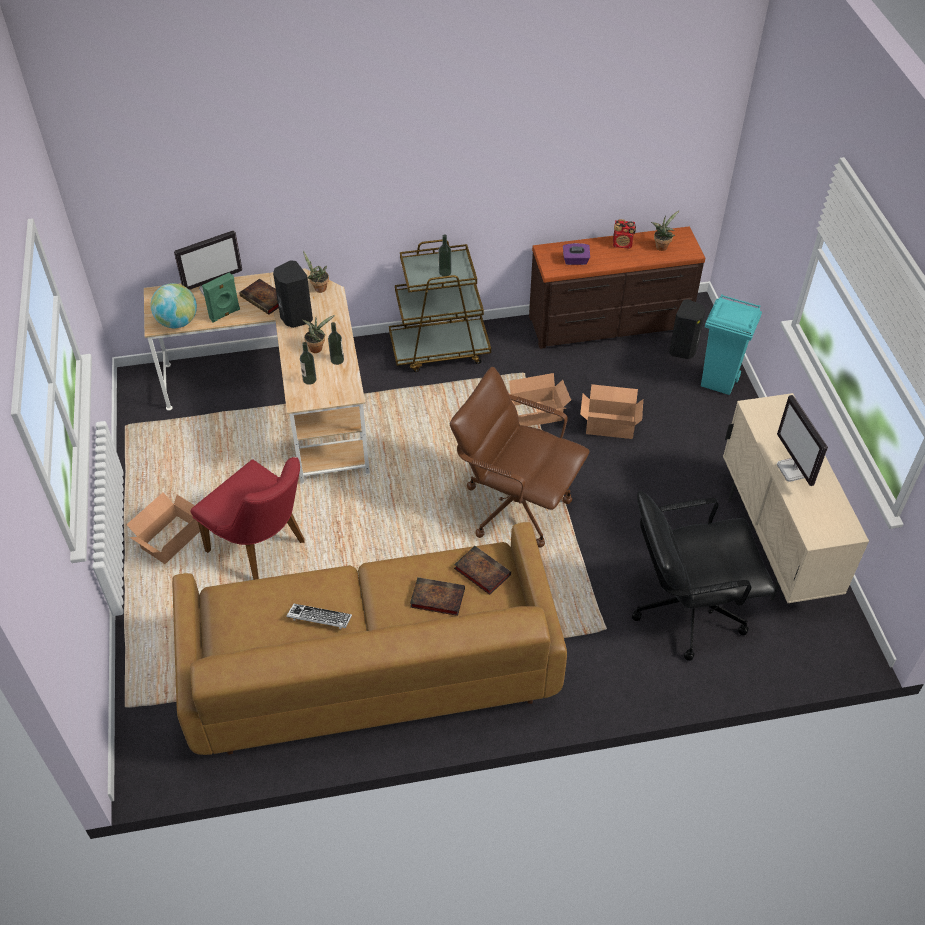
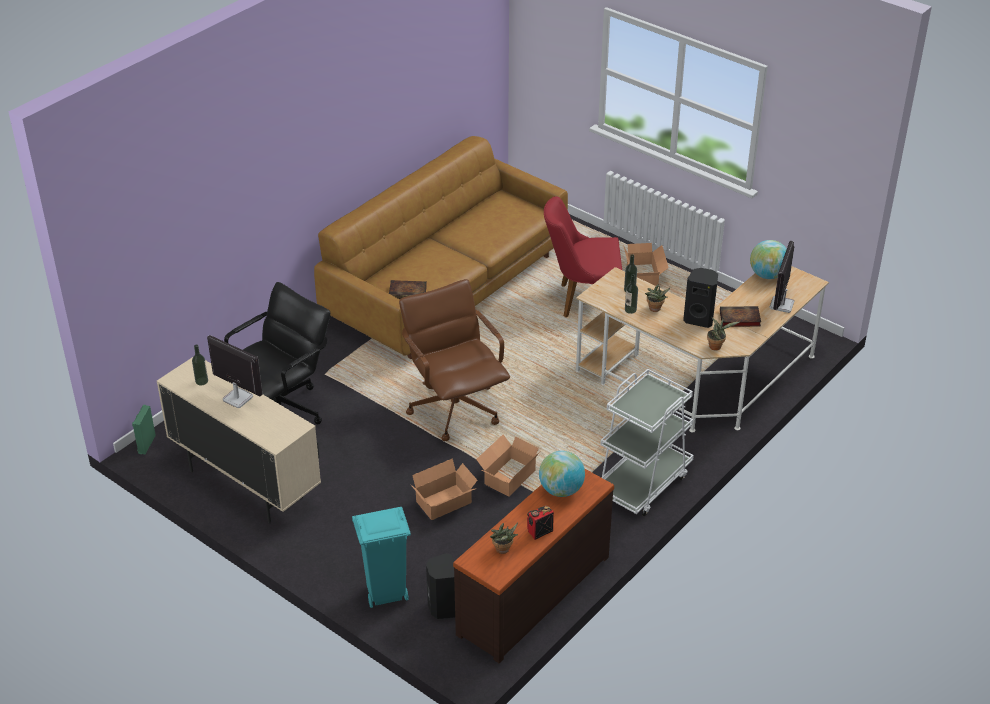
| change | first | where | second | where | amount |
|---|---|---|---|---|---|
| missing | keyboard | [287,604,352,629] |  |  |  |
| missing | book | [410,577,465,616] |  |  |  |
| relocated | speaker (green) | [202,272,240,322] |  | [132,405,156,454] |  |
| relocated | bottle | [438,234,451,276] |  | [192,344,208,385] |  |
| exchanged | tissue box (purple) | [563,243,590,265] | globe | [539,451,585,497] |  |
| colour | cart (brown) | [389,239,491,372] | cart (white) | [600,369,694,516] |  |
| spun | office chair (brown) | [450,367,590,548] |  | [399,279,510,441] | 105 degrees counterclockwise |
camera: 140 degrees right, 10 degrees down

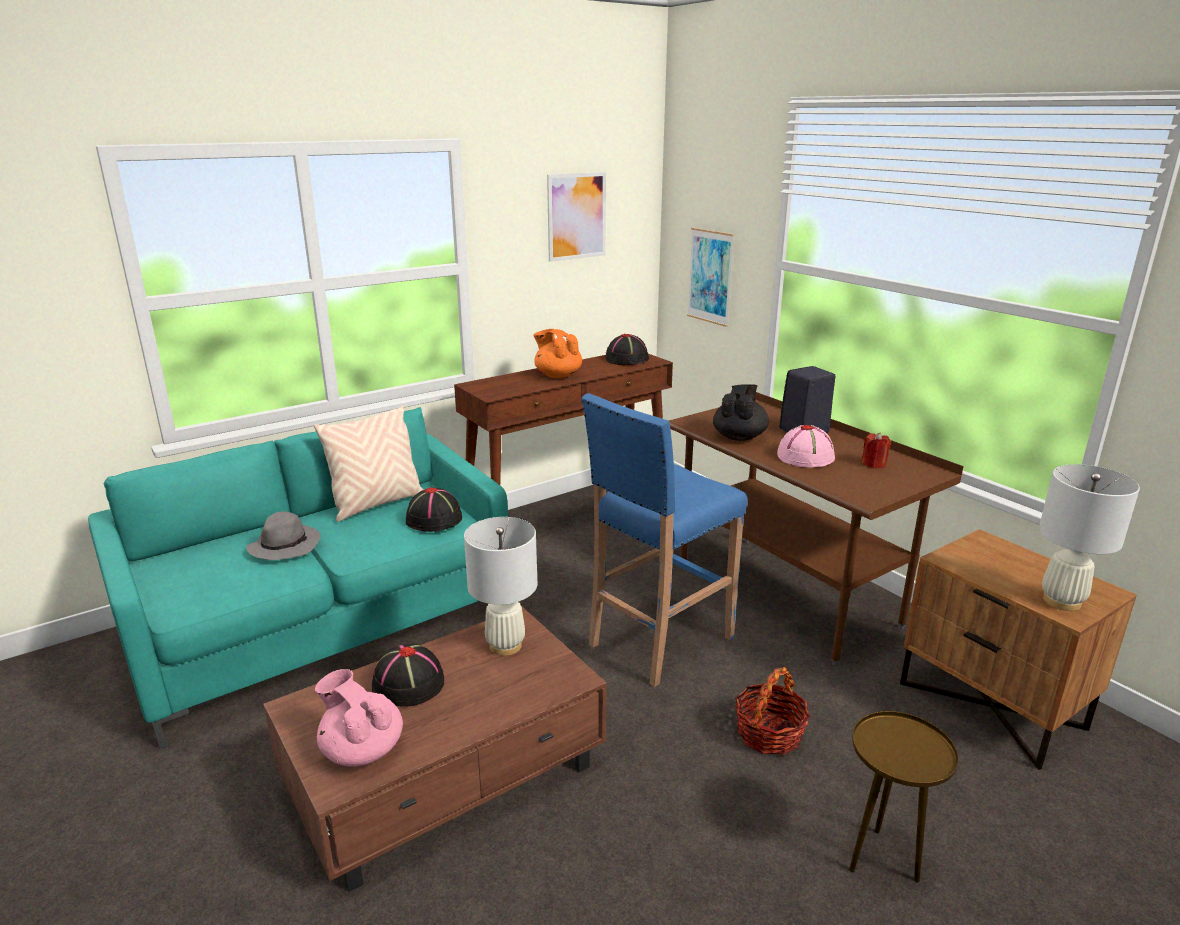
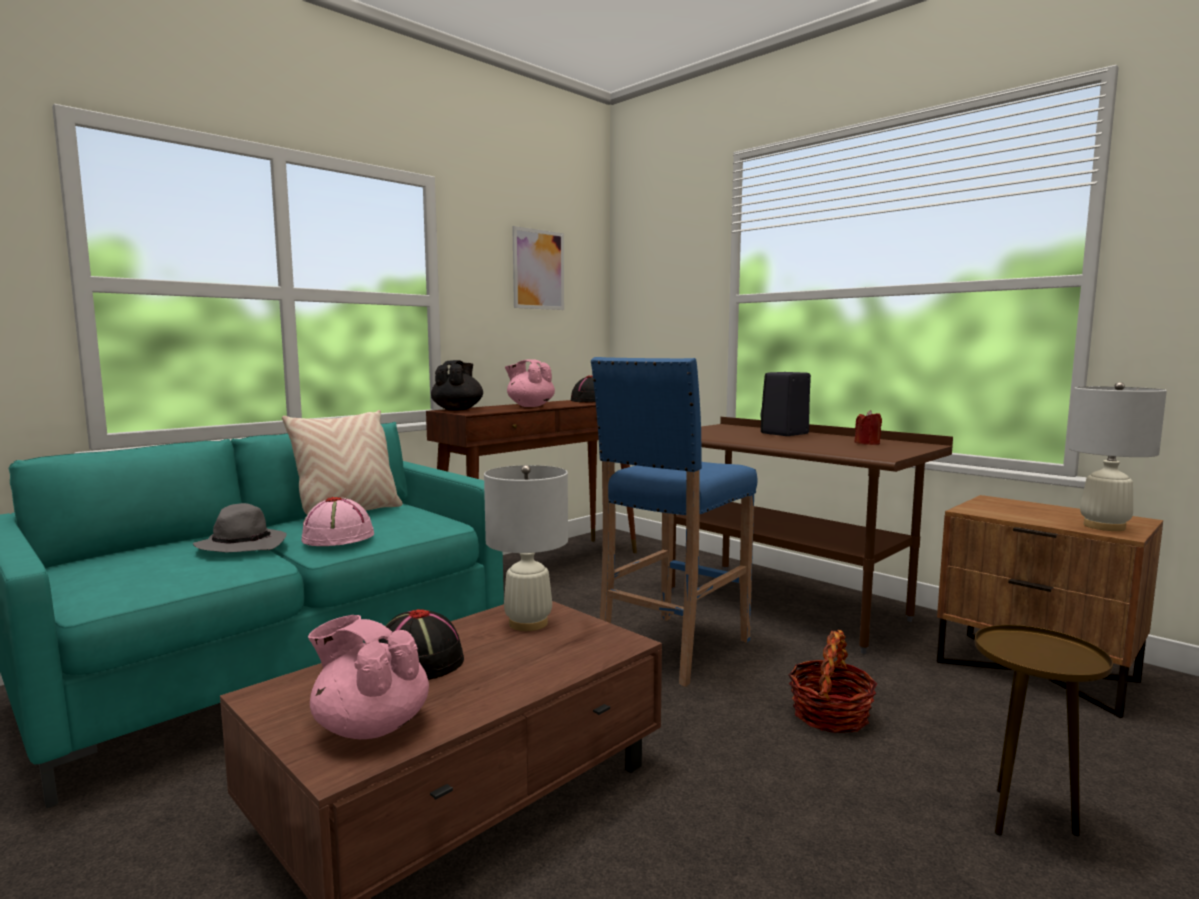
| change | first | where | second | where | amount |
|---|---|---|---|---|---|
| missing | hat (black) | [406,487,462,532] |  |  |  |
| missing | picture | [687,228,734,327] |  |  |  |
| relocated | teapot (black) | [713,384,769,441] |  | [431,360,483,411] |  |
| relocated | hat (pink) | [777,425,835,468] |  | [301,497,374,546] |  |
| colour | teapot (orange) | [534,329,582,378] | teapot (pink) | [505,359,555,407] |  |
camera: 10 degrees left, 15 degrees down

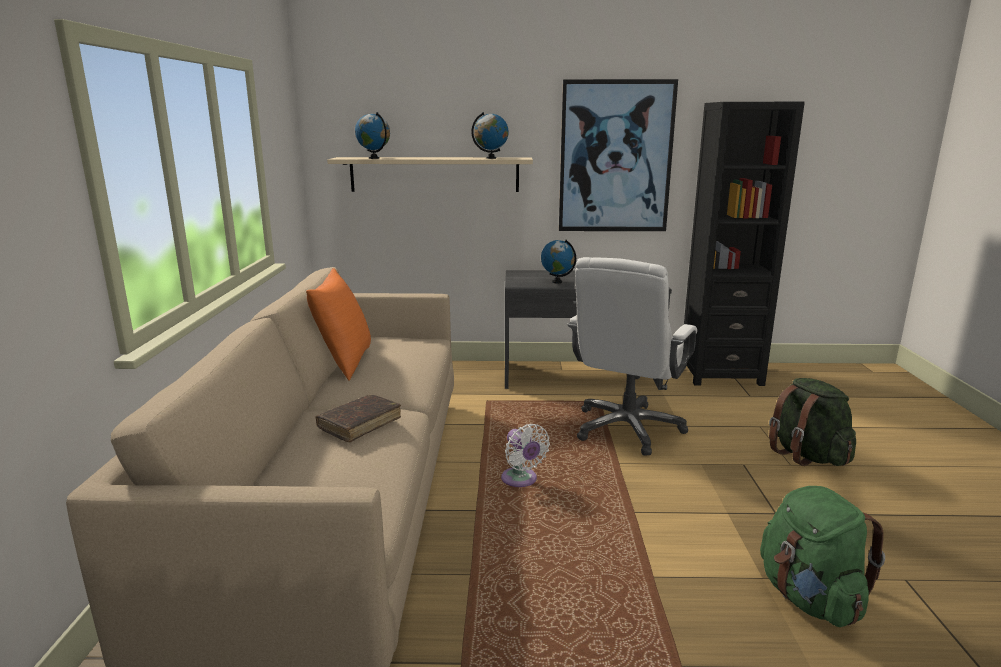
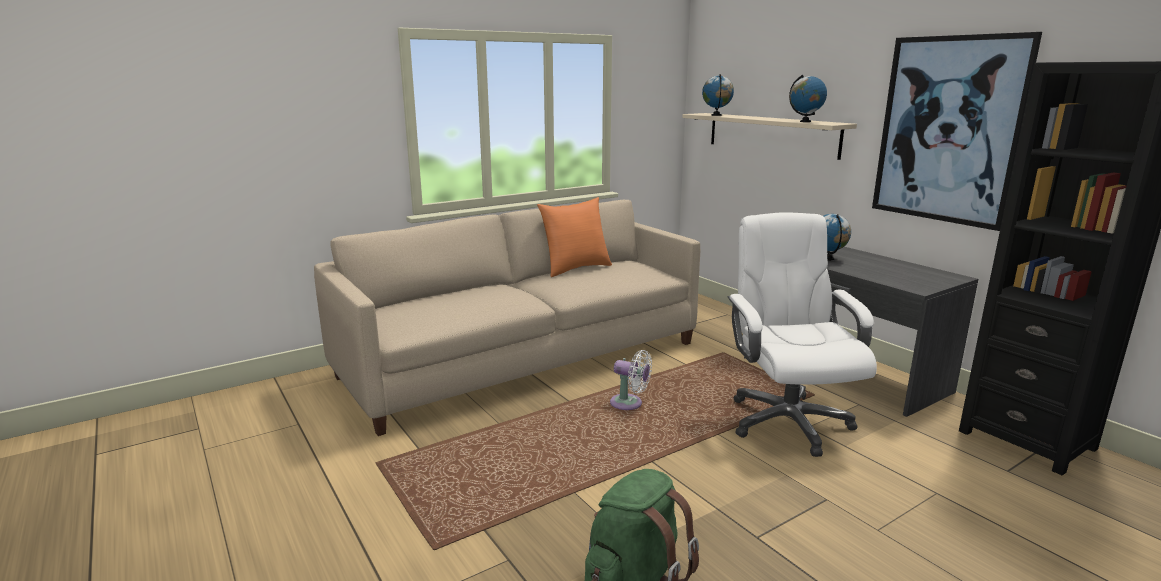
| change | first | where | second | where | amount |
|---|---|---|---|---|---|
| missing | book (brown) | [315,395,401,442] |  |  |  |
| missing | backpack (green) | [769,378,856,466] |  |  |  |
| spun | fan (white) | [501,424,550,487] |  | [610,350,652,410] | 90 degrees counterclockwise |
| spun | office chair (white) | [567,257,697,456] |  | [728,212,877,457] | 90 degrees clockwise |
camera: 55 degrees right, 0 degrees up

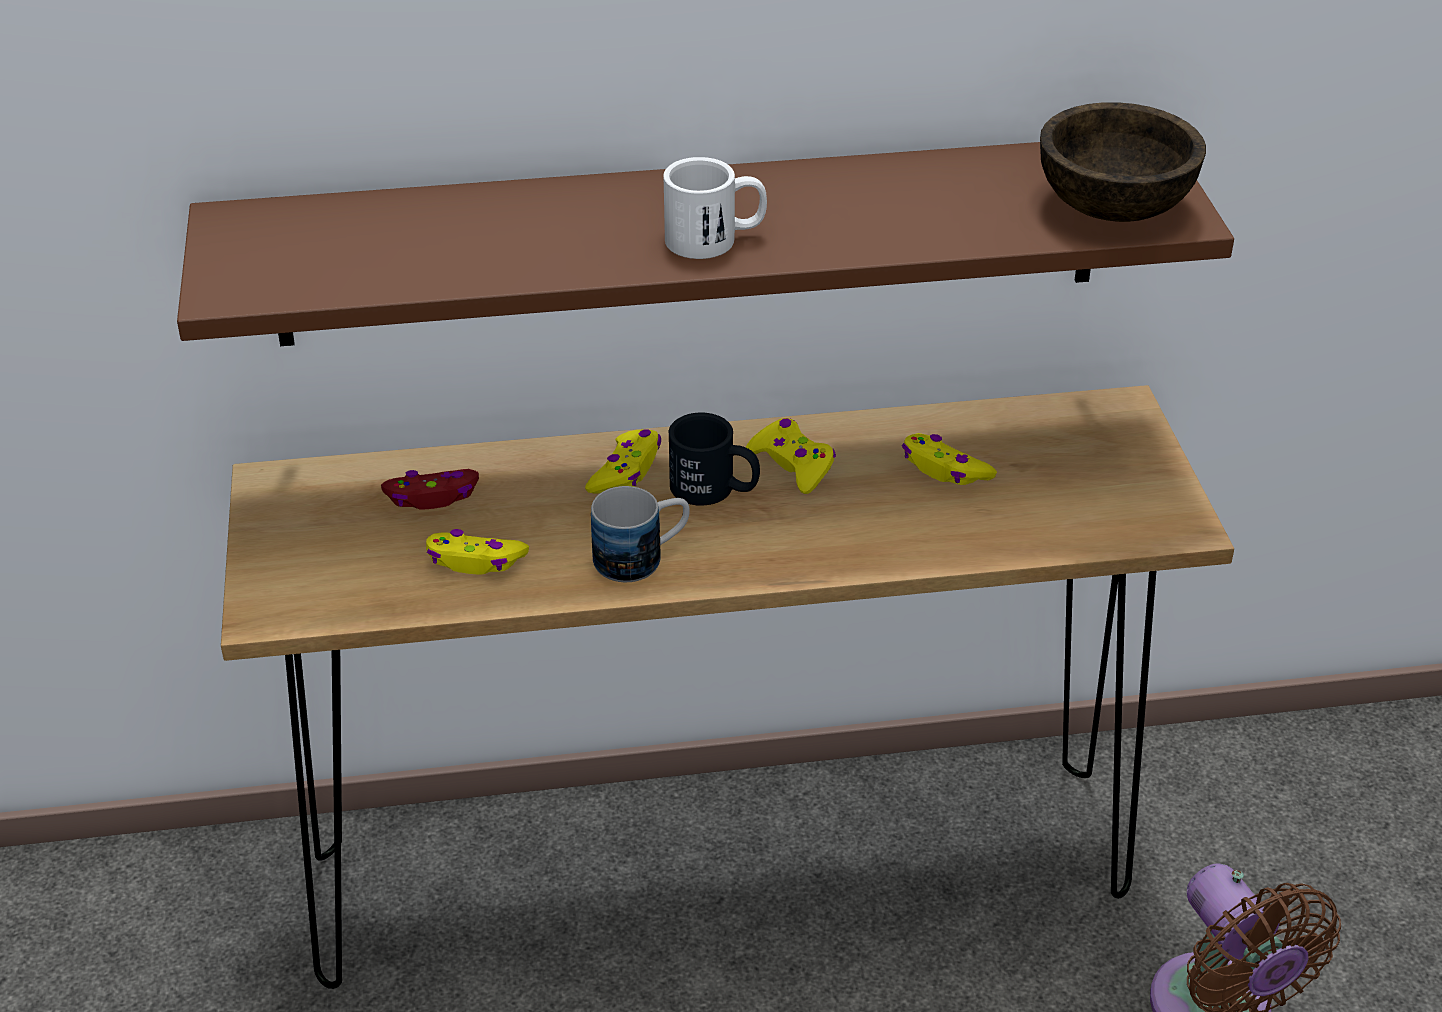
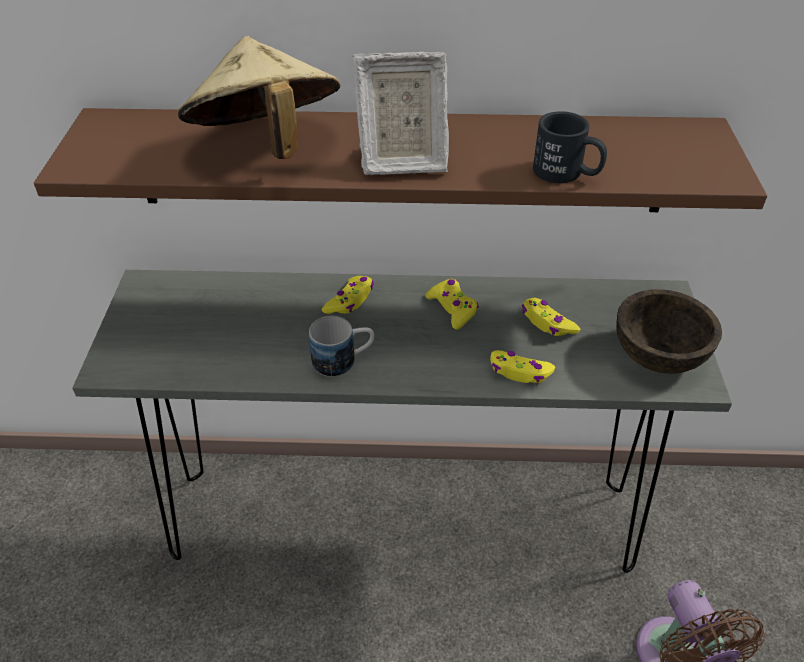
| change | first | where | second | where | amount |
|---|---|---|---|---|---|
| missing | game controller (red) | [381,469,479,510] |  |  |  |
| appeared |  |  | hat (beige) | [178,36,340,159] |  |
| relocated | game controller (yellow) | [426,529,529,575] |  | [490,350,555,383] |  |
| relocated | mug (black) | [668,413,760,505] |  | [533,111,607,183] |  |
| relocated | bowl (brown) | [1040,102,1206,222] |  | [616,289,722,374] |  |
| exchanged | mug (white) | [663,157,767,259] | picture frame | [352,52,449,175] |  |
| colour | console table (brown) | [221,385,1234,989] | console table (grey) | [72,270,732,573] |  |
camera: 10 degrees right, 5 degrees up

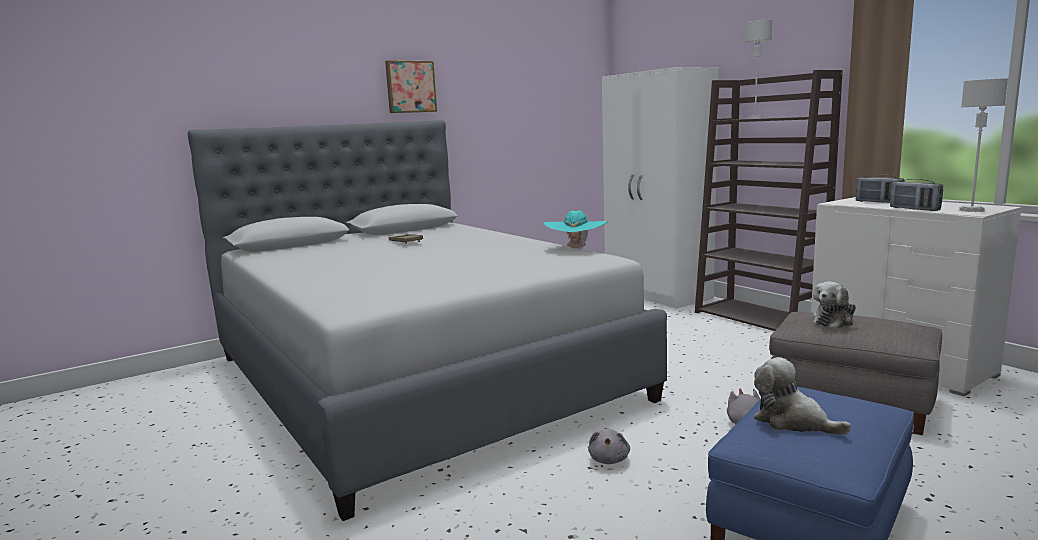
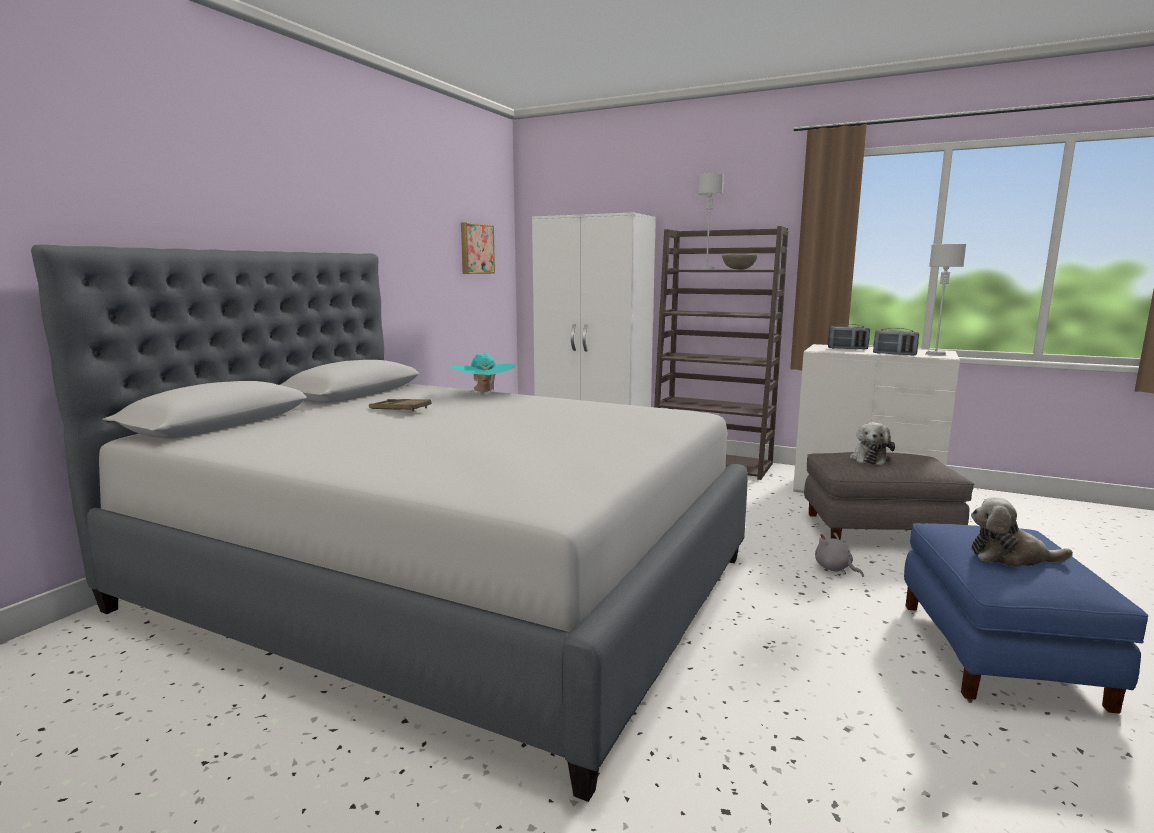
| change | first | where | second | where | amount |
|---|---|---|---|---|---|
| missing | plush toy (grey) | [588,429,630,464] |  |  |  |
| appeared |  |  | bowl (beige) | [722,254,757,270] |  |
| relocated | picture | [385,60,437,113] |  | [461,222,495,274] |  |
| relocated | hat (turquoise) | [544,211,608,250] |  | [450,354,516,394] |  |
camera: 30 degrees left, 0 degrees up

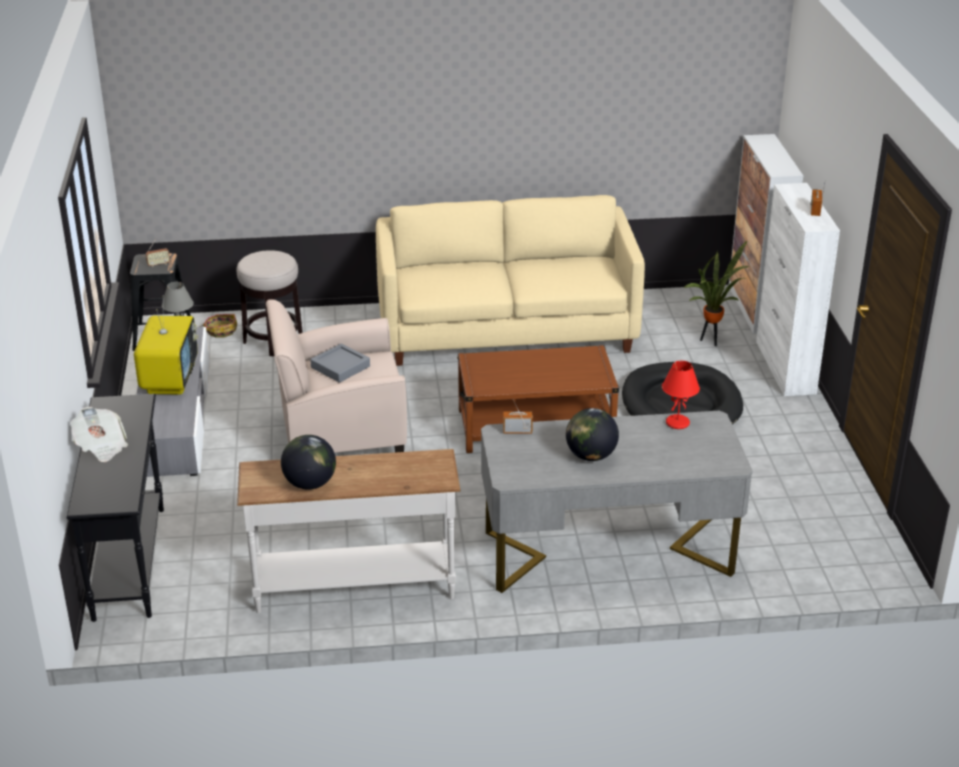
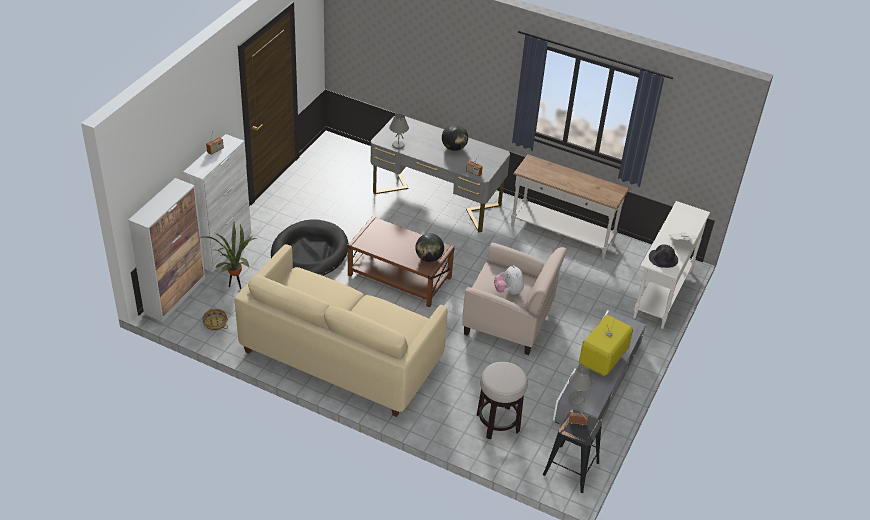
| change | first | where | second | where | amount |
|---|---|---|---|---|---|
| appeared |  |  | hat (black) | [649,244,678,268] |  |
| relocated | basket | [200,314,237,338] |  | [202,309,228,331] |  |
| relocated | globe | [281,435,336,490] |  | [415,233,444,262] |  |
| exchanged | tray (grey) | [310,343,370,383] | plush toy | [494,265,524,295] |  |
| colour | console table (black) | [67,394,164,622] | console table (white) | [633,201,710,329] |  |
| colour | table lamp (red) | [662,361,700,429] | table lamp (grey) | [389,114,409,149] |  |
camera: 150 degrees left, 10 degrees up

